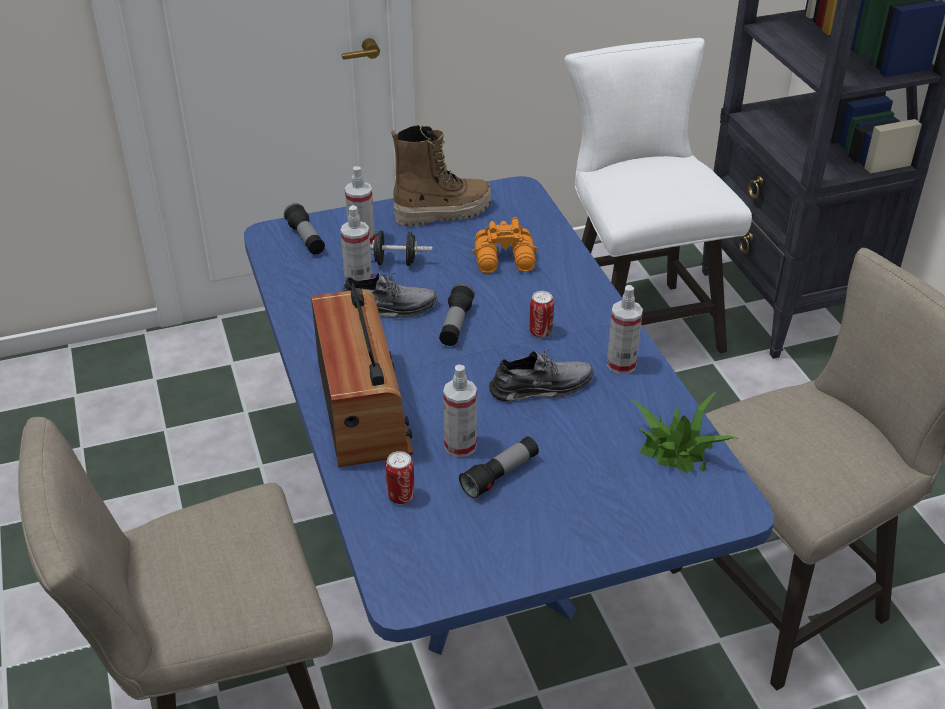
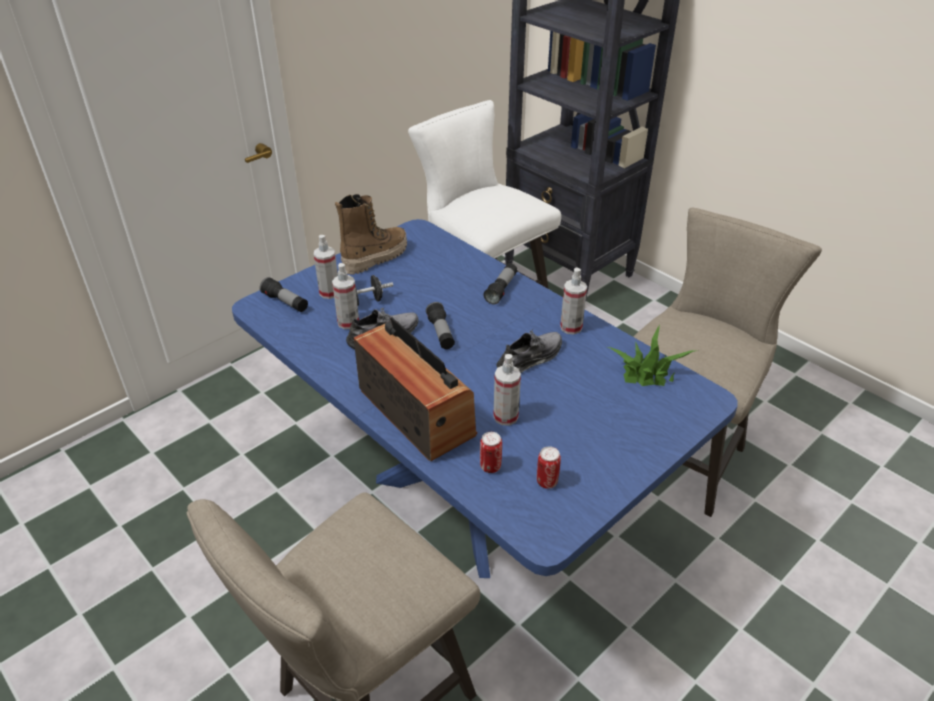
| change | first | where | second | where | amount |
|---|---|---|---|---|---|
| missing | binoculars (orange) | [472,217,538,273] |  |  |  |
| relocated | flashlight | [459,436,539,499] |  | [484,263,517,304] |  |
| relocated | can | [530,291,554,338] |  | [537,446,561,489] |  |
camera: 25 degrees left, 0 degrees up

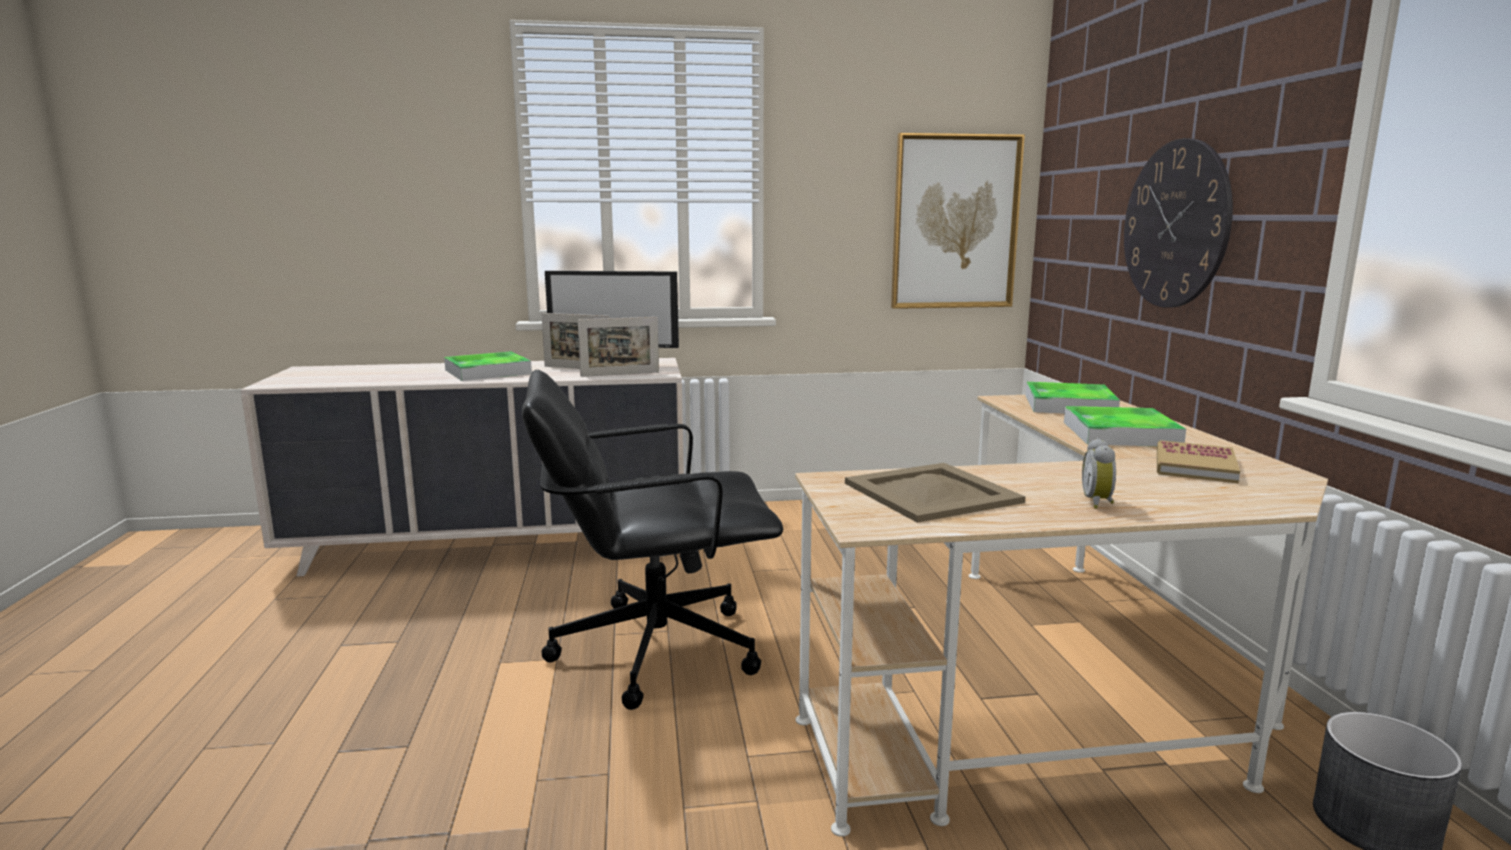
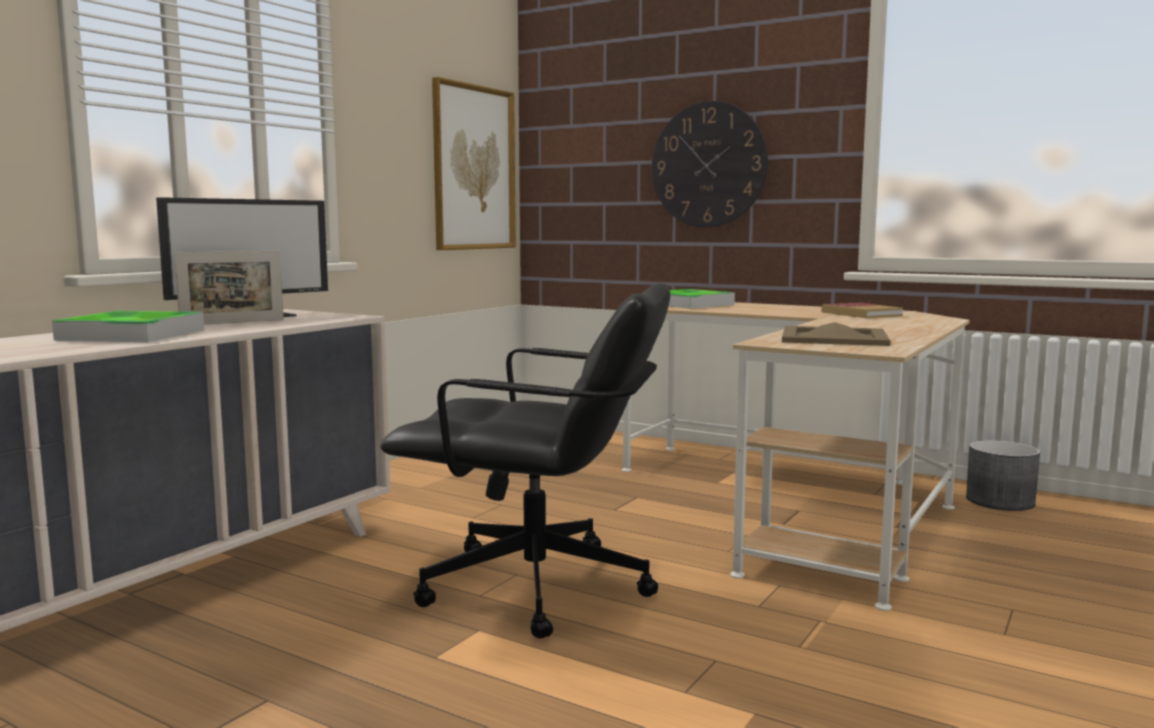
| change | first | where | second | where | amount |
|---|---|---|---|---|---|
| missing | picture frame | [578,317,659,377] |  |  |  |
| missing | tray | [1064,406,1186,446] |  |  |  |
| missing | alarm clock | [1082,438,1116,509] |  |  |  |
| spun | office chair (black) | [522,370,783,710] |  | [380,283,670,639] | 105 degrees counterclockwise |
camera: 50 degrees left, 5 degrees down

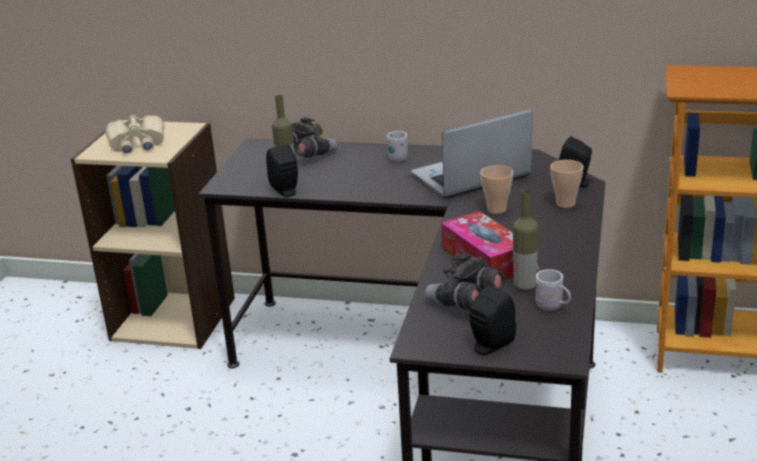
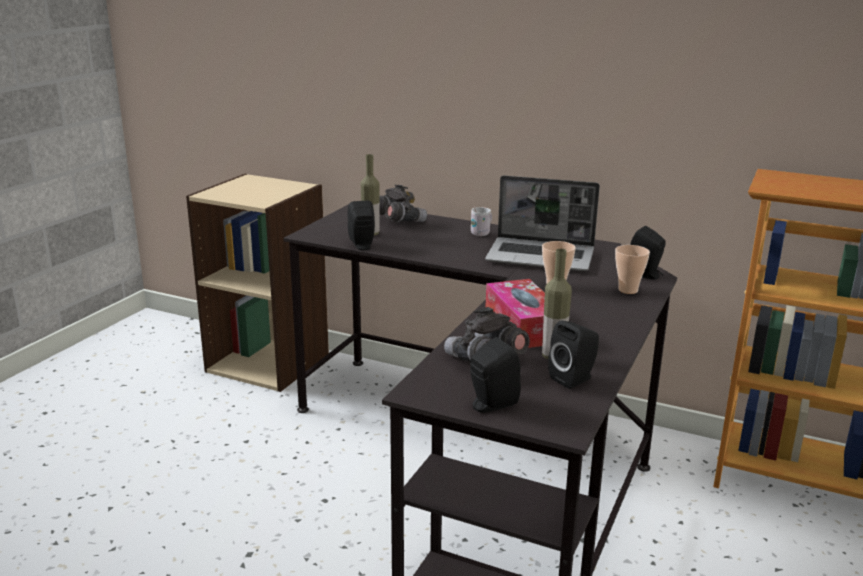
| change | first | where | second | where | amount |
|---|---|---|---|---|---|
| missing | binoculars (beige) | [106,115,165,154] |  |  |  |
| exchanged | mug (white) | [535,263,571,311] | speaker (black) | [548,321,599,389] |  |
| spun | laptop | [411,109,532,198] |  | [485,175,600,271] | 150 degrees counterclockwise |
camera: 10 degrees right, 5 degrees down

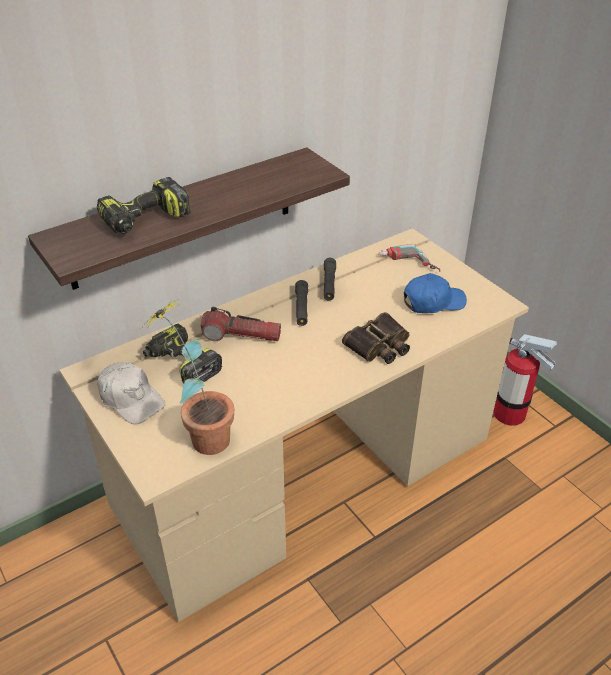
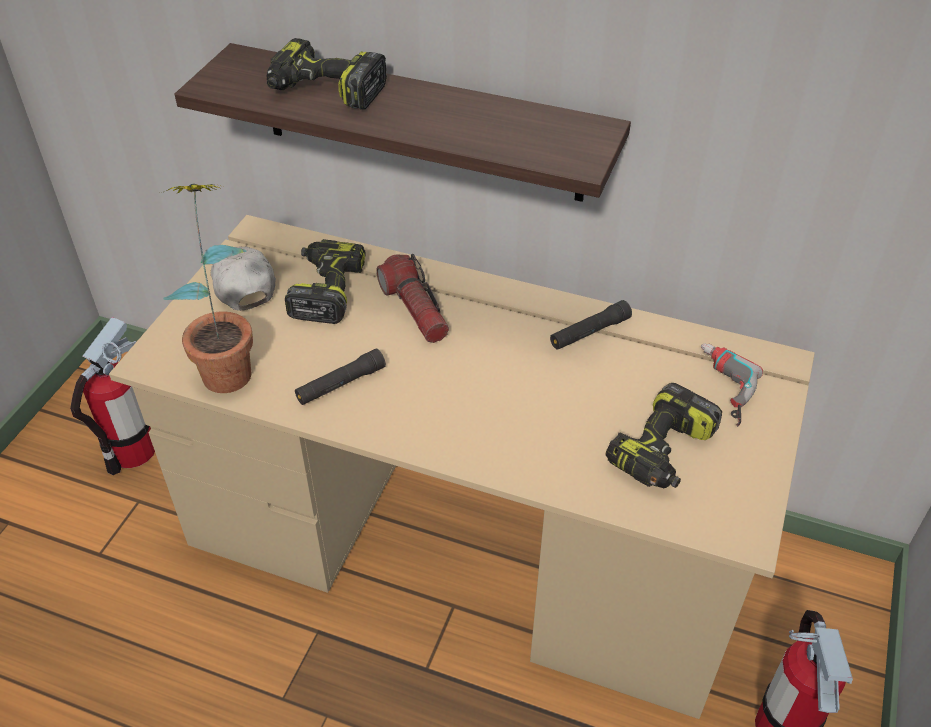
| change | first | where | second | where | amount |
|---|---|---|---|---|---|
| missing | binoculars | [342,312,410,364] |  |  |  |
| appeared |  |  | fire extinguisher | [70,317,155,475] |  |
| relocated | flashlight (black) | [295,280,308,326] |  | [295,348,386,405] |  |
| exchanged | cap (blue) | [404,273,467,313] | power drill | [606,383,722,489] |  |
| spun | cap (white) | [97,362,166,424] |  | [211,246,276,311] | 150 degrees clockwise |
camera: 55 degrees right, 5 degrees up

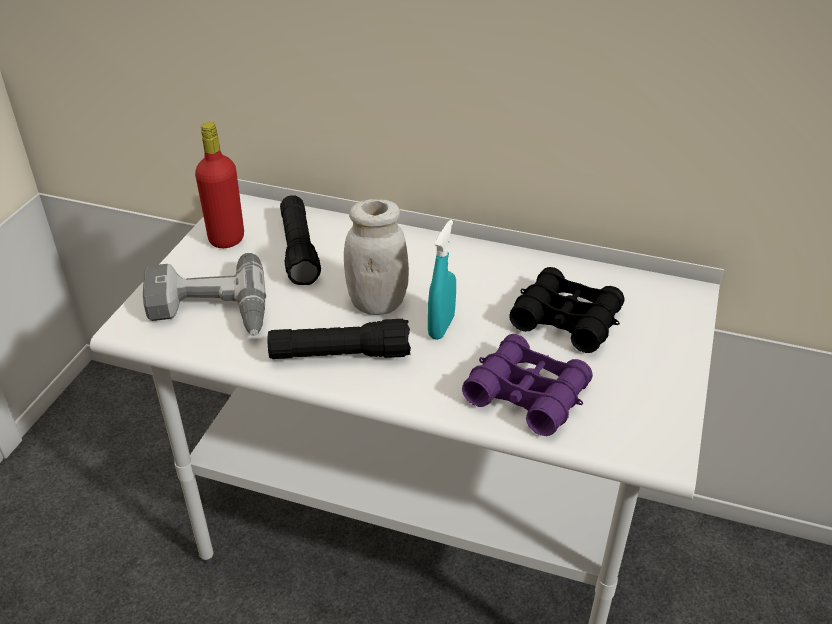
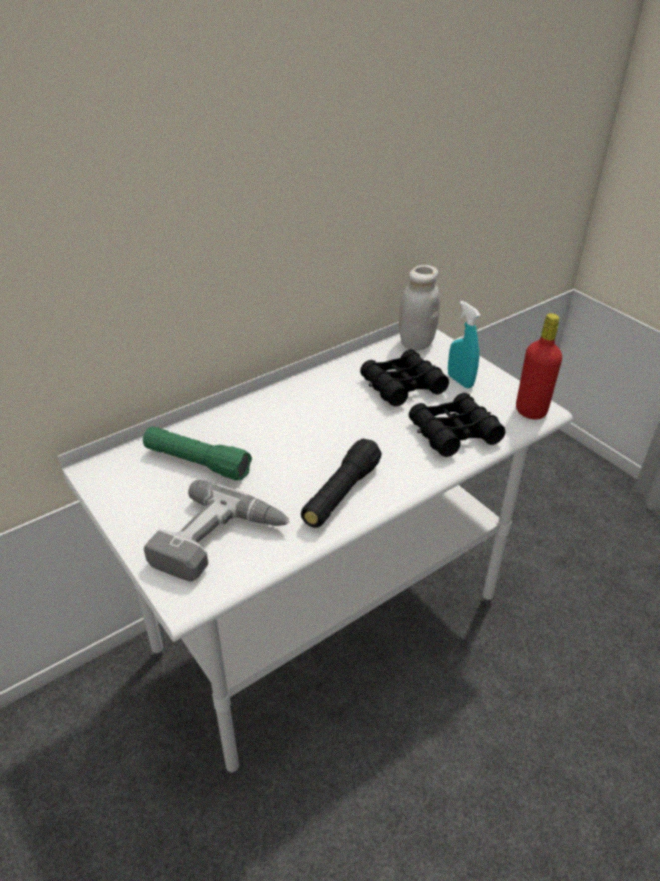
| change | first | where | second | where | amount |
|---|---|---|---|---|---|
| relocated | bottle (red) | [195,122,244,248] |  | [516,313,562,419] |  |
| relocated | jar (white) | [344,199,409,315] |  | [399,265,440,351] |  |
| relocated | spray bottle (turquoise) | [428,220,456,340] |  | [448,301,481,388] |  |
| colour | flashlight (black) | [280,195,321,285] | flashlight (green) | [143,427,252,480] |  |
| colour | binoculars (purple) | [462,334,593,436] | binoculars (black) | [409,393,506,457] |  |
camera: 55 degrees left, 0 degrees up

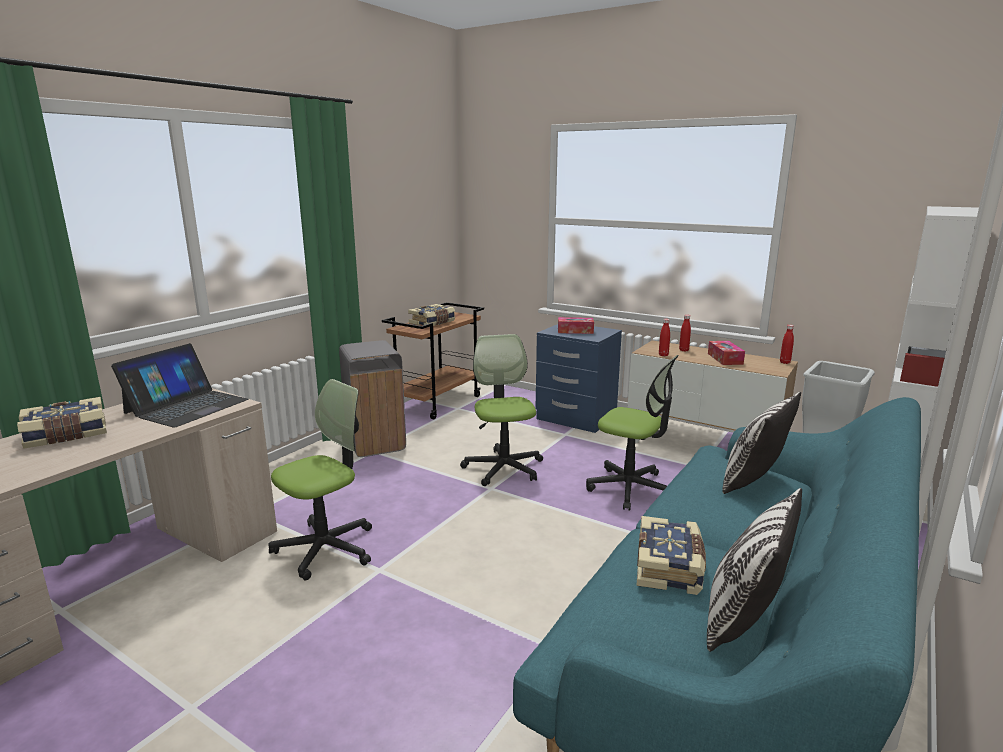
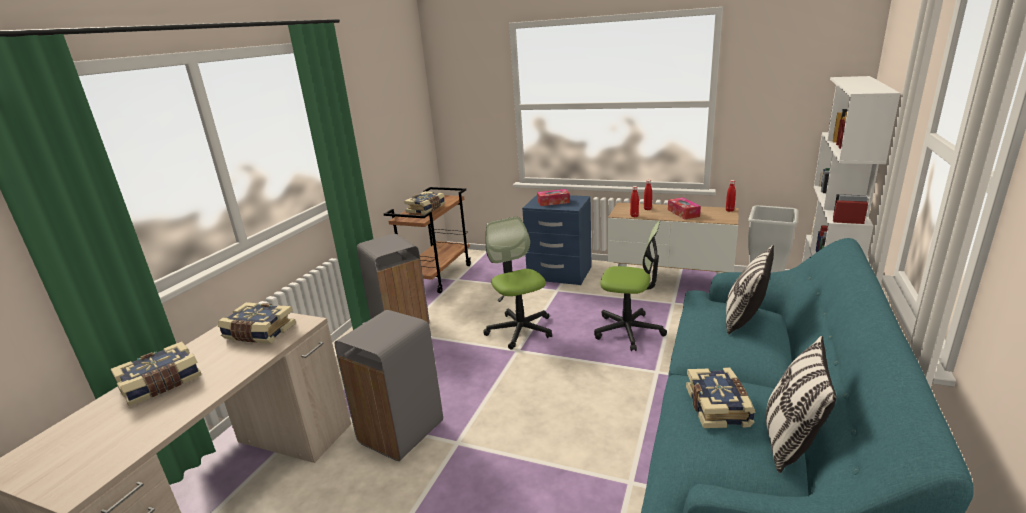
| change | first | where | second | where | amount |
|---|---|---|---|---|---|
| exchanged | laptop | [111,343,248,428] | book | [218,302,296,343] |  |
| exchanged | office chair | [269,379,372,580] | trash can (grey) | [335,310,443,461] |  |
camera: 10 degrees left, 5 degrees up

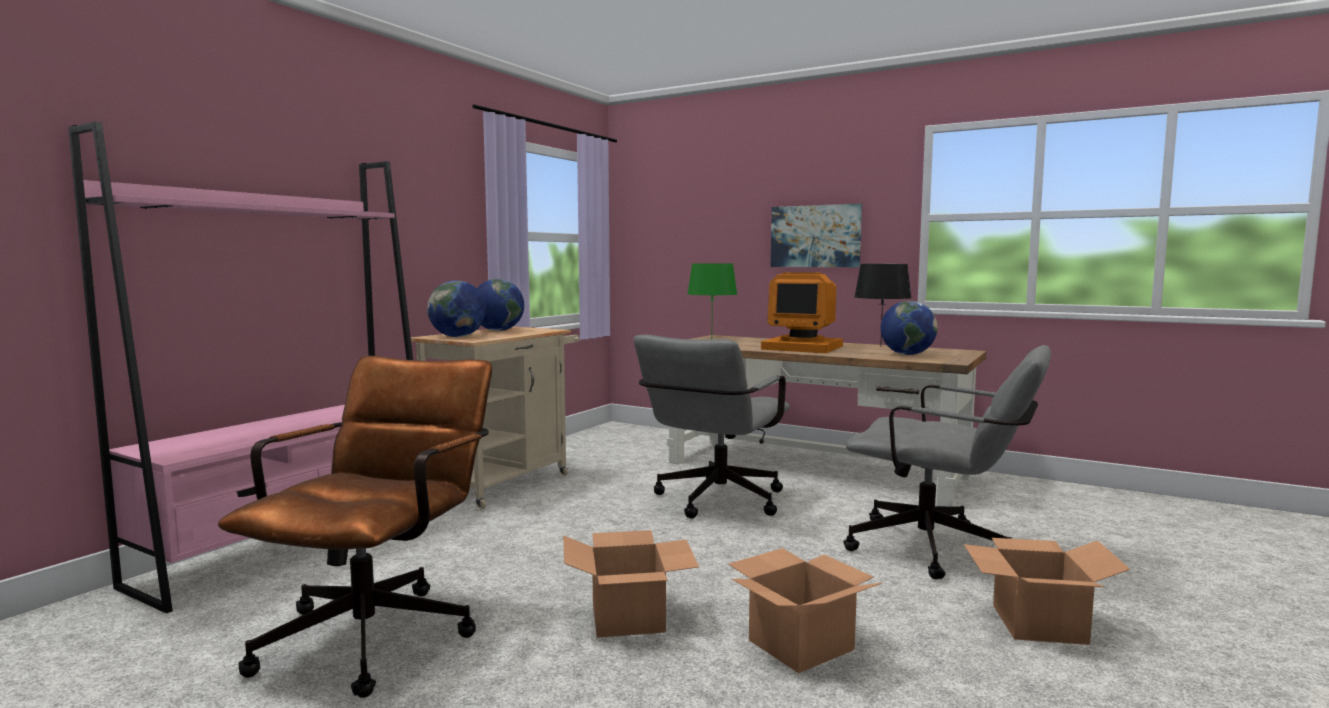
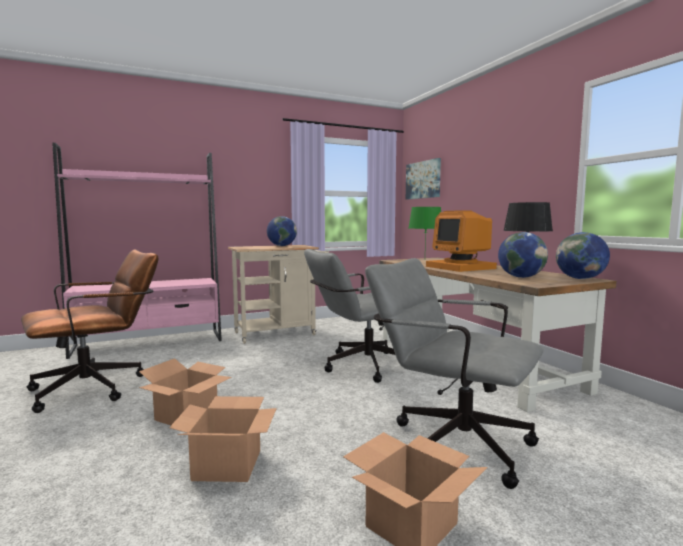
| change | first | where | second | where | amount |
|---|---|---|---|---|---|
| relocated | globe | [427,280,486,337] |  | [556,232,610,279] |  |
| relocated | picture | [771,204,862,267] |  | [406,158,441,199] |  |
| spun | office chair (grey) | [843,345,1051,579] |  | [365,258,544,489] | 150 degrees clockwise |
camera: 35 degrees right, 0 degrees up

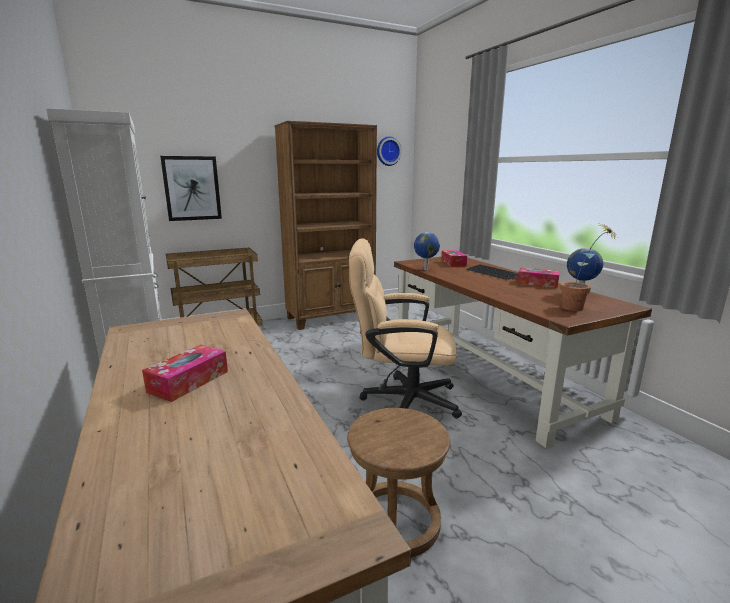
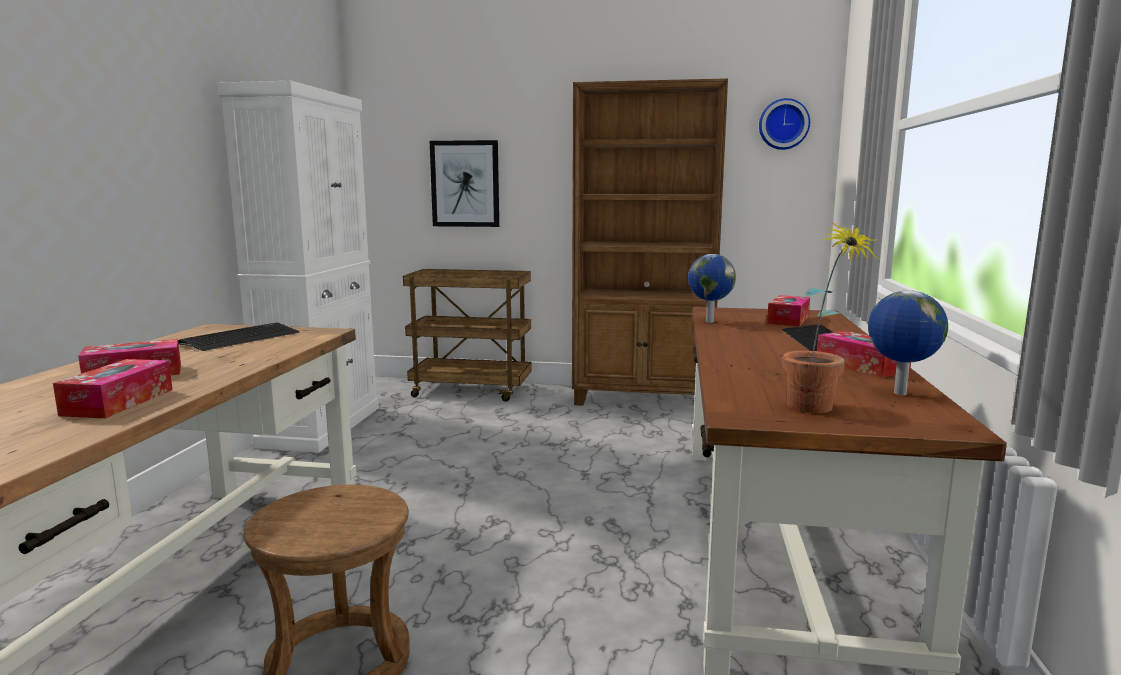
| change | first | where | second | where | amount |
|---|---|---|---|---|---|
| missing | office chair (beige) | [349,238,462,418] |  |  |  |
| appeared |  |  | tissue box | [53,359,173,418] |  |
| appeared |  |  | keyboard | [178,323,300,351] |  |
camera: 35 degrees right, 5 degrees down

